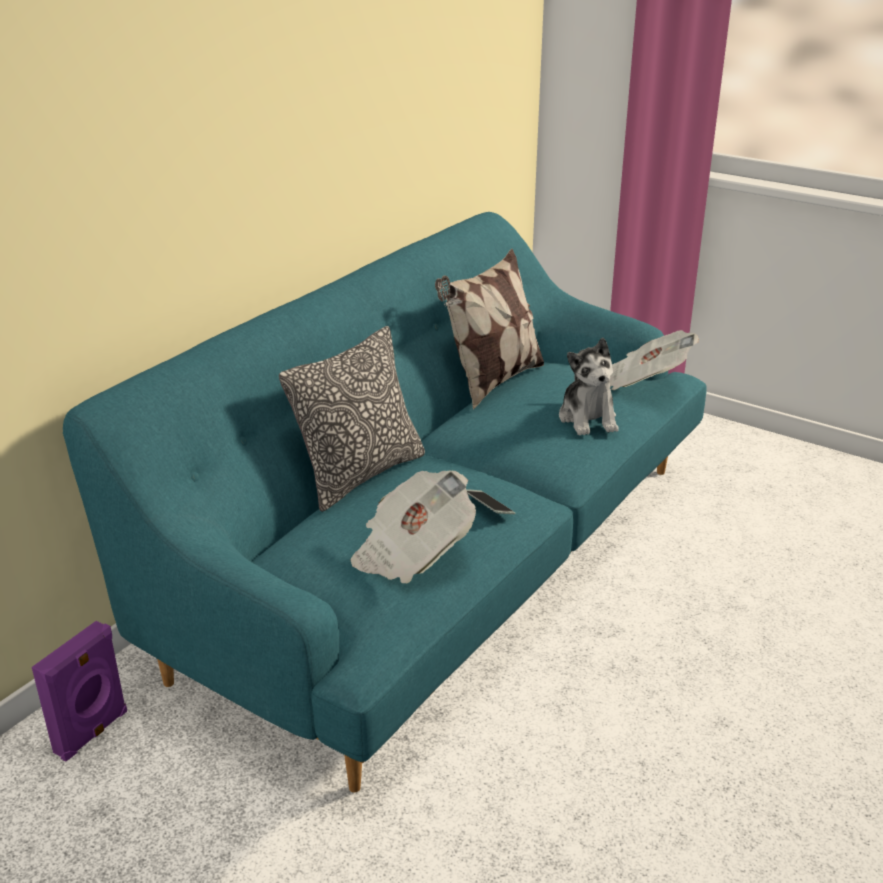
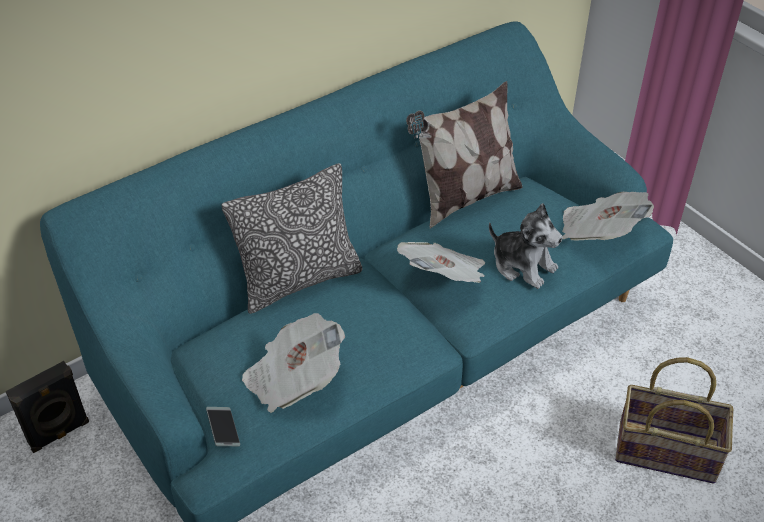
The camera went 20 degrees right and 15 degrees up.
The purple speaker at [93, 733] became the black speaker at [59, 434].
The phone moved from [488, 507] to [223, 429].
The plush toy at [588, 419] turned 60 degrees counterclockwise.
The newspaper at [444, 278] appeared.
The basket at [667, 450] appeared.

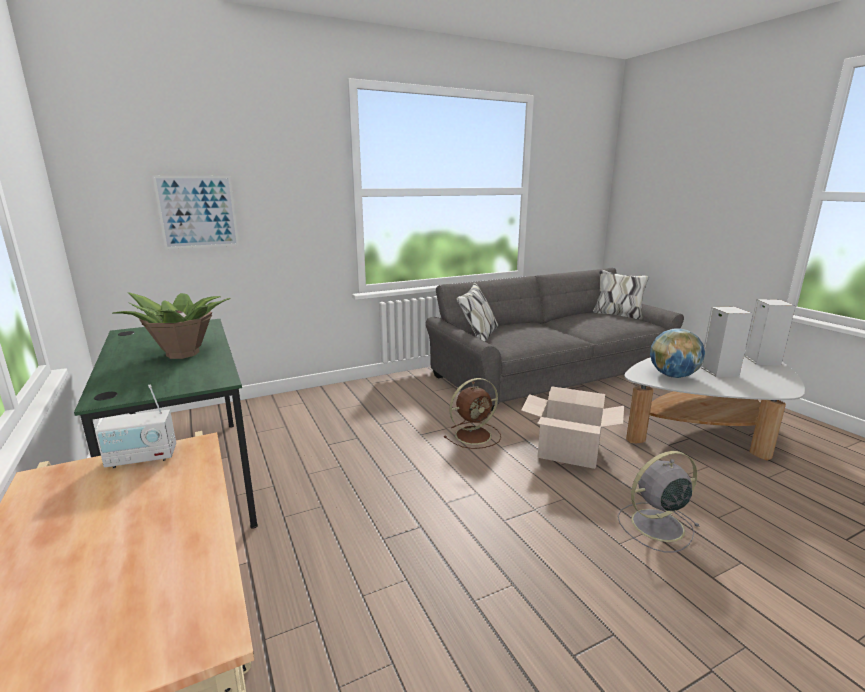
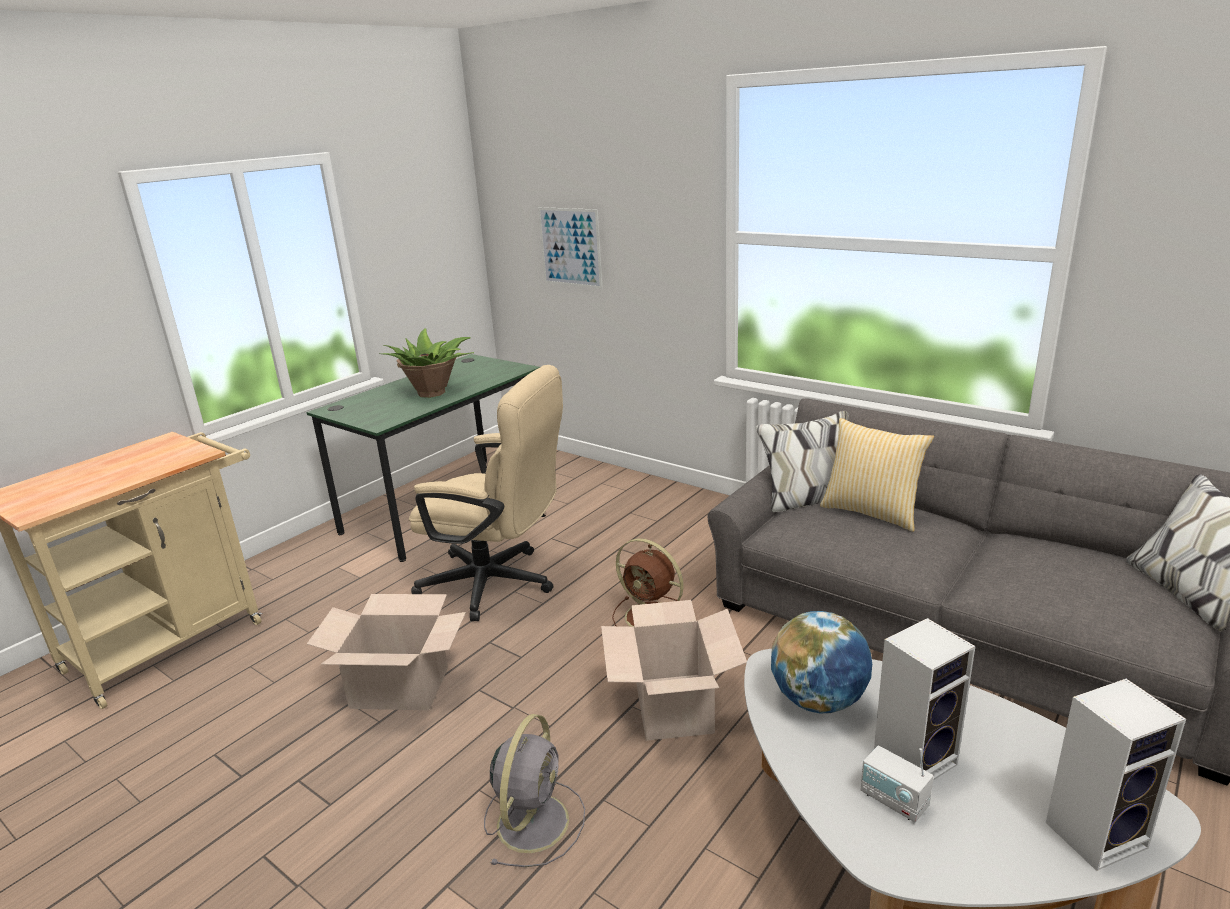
The camera went 65 degrees right and 5 degrees up.
The radio moved from [142, 458] to [894, 800].
The grey fan at [655, 525] turned 60 degrees clockwise.
The cardboard box at [399, 688] appeared.
The beige office chair at [498, 584] appeared.
The pillow at [872, 512] appeared.

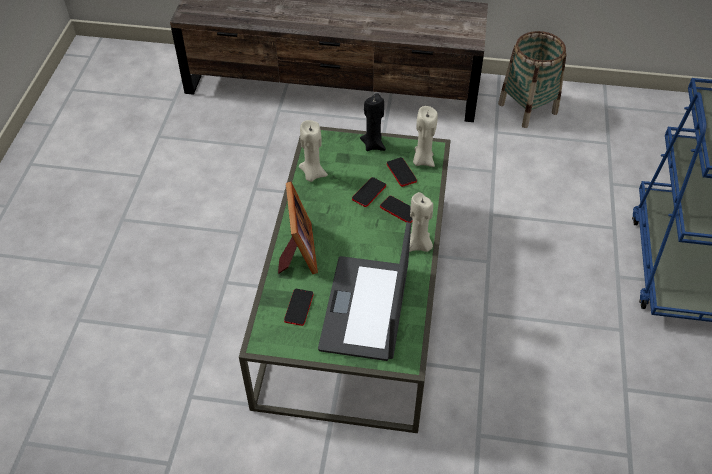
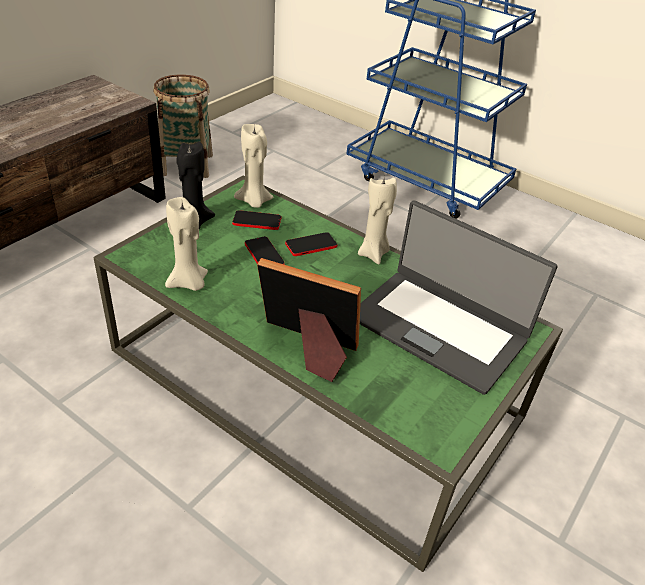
The camera went 65 degrees left and 10 degrees down.
The phone at [299, 307] disappeared.

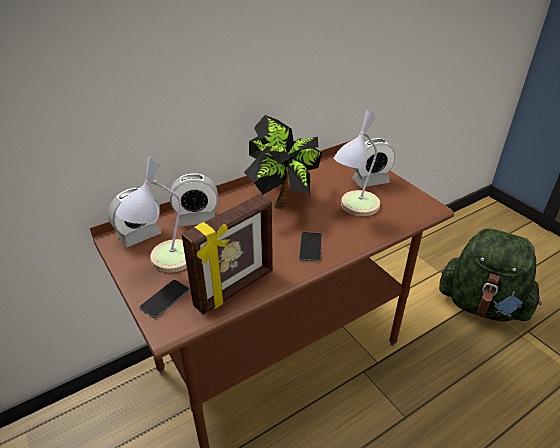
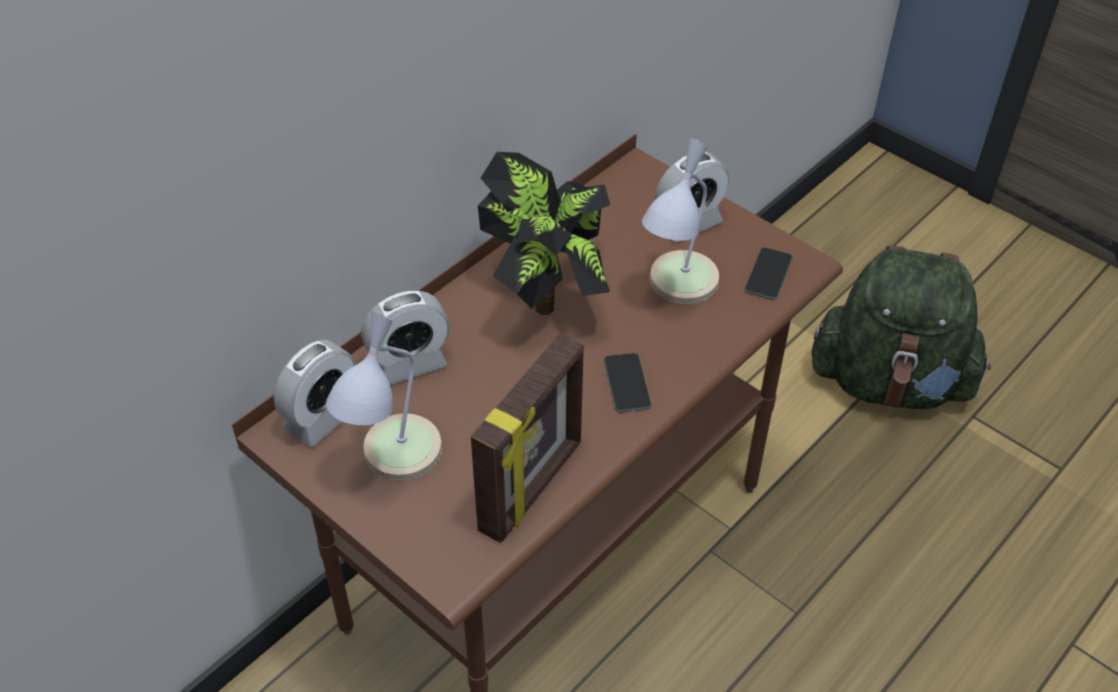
The camera went 15 degrees left and 10 degrees up.
The phone moved from [165, 299] to [768, 274].

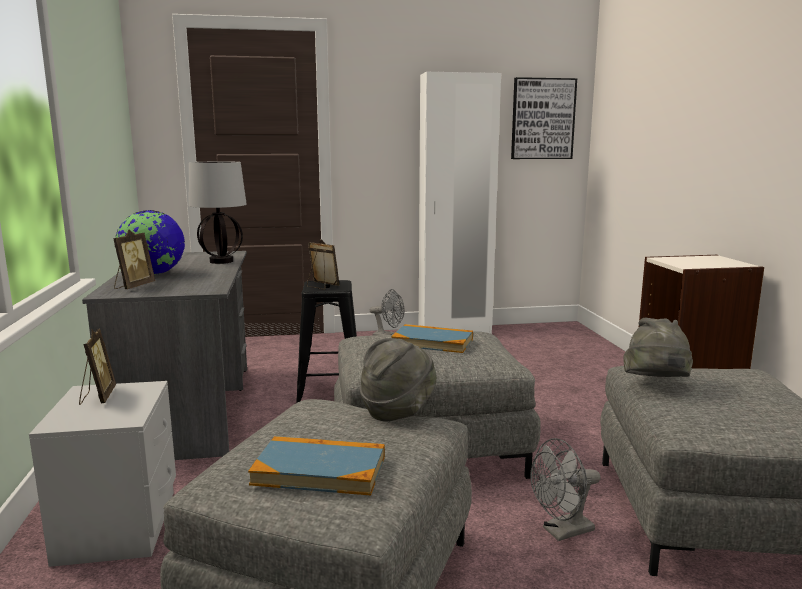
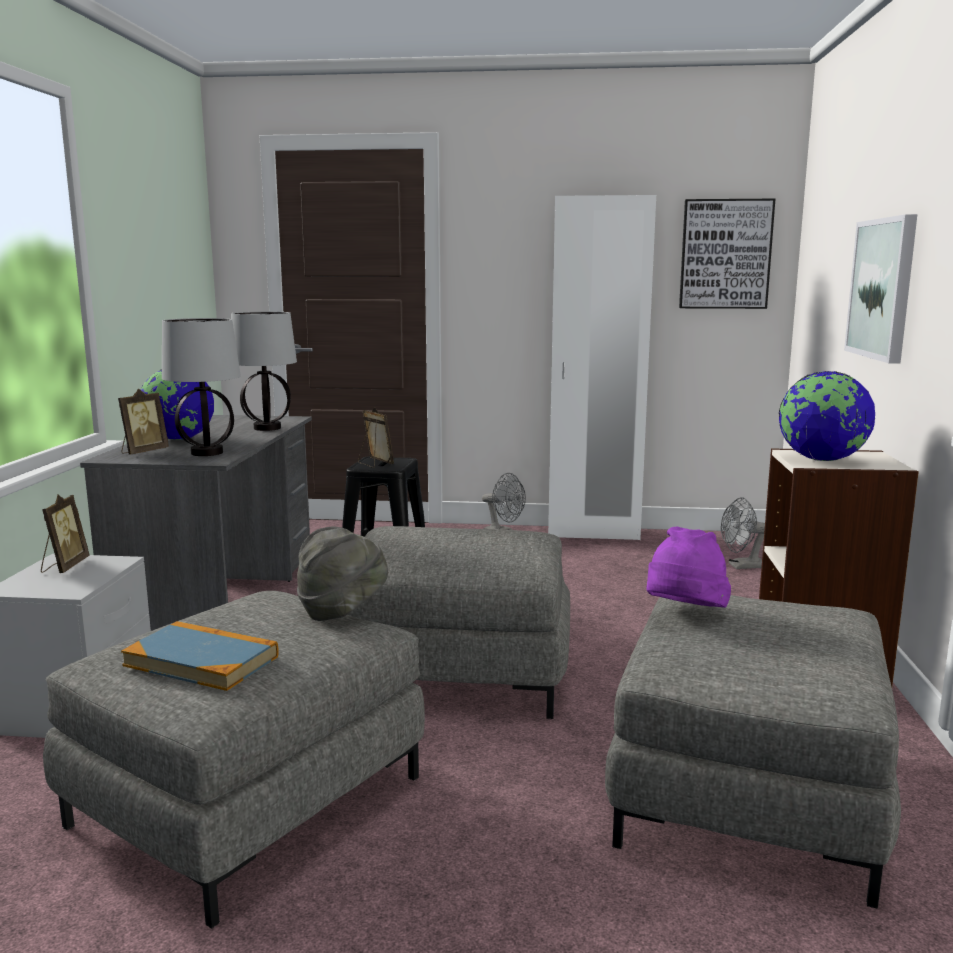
The camera went 15 degrees right and 0 degrees up.
The book at [432, 342] disappeared.
The grey fan moved from [562, 532] to [742, 566].
The grey hat at [656, 384] became the purple hat at [684, 614].
The table lamp at [207, 452] appeared.
The globe at [821, 460] appeared.
The picture at [882, 288] appeared.

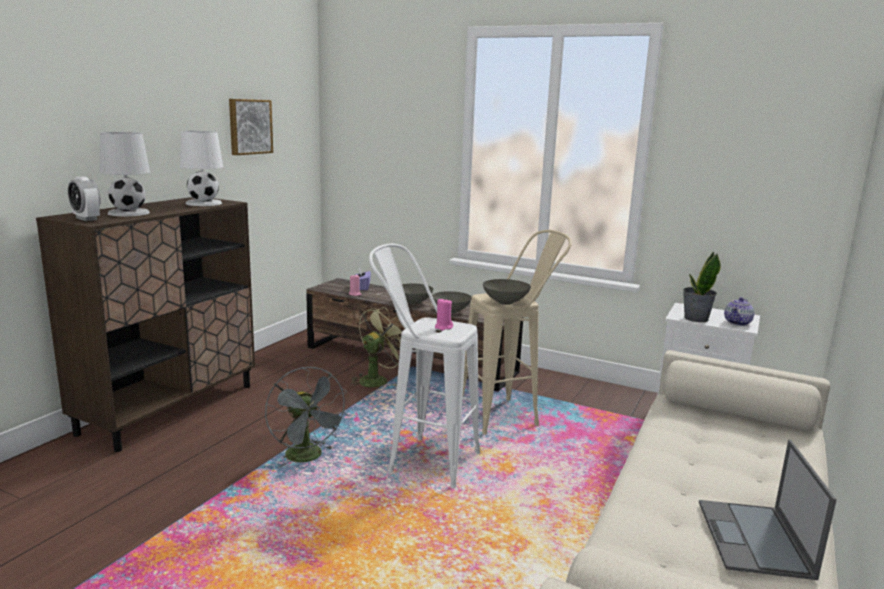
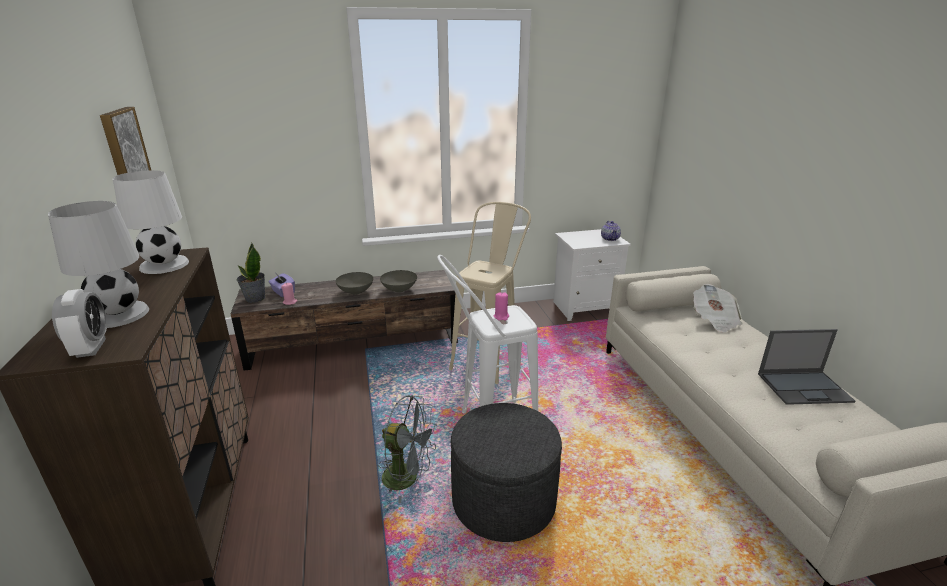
The camera went 40 degrees left and 10 degrees up.
The alarm clock at [86, 219] turned 105 degrees counterclockwise.
The green fan at [377, 380] disappeared.
The grey bowl at [506, 302] disappeared.
The potted plant moved from [695, 318] to [255, 298].
The laptop at [754, 539] turned 60 degrees counterclockwise.
The grey ottoman at [503, 500] appeared.
The newspaper at [714, 320] appeared.

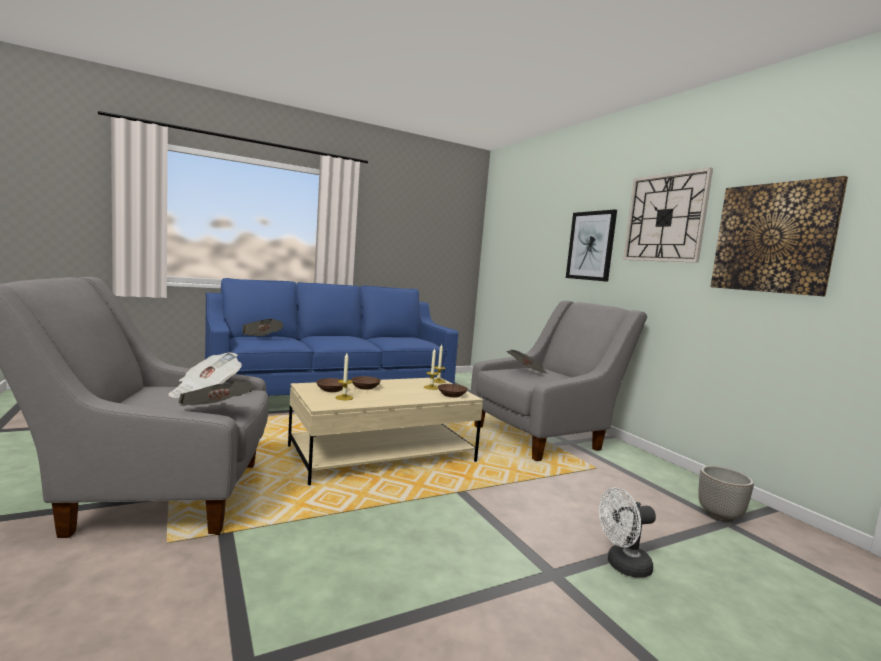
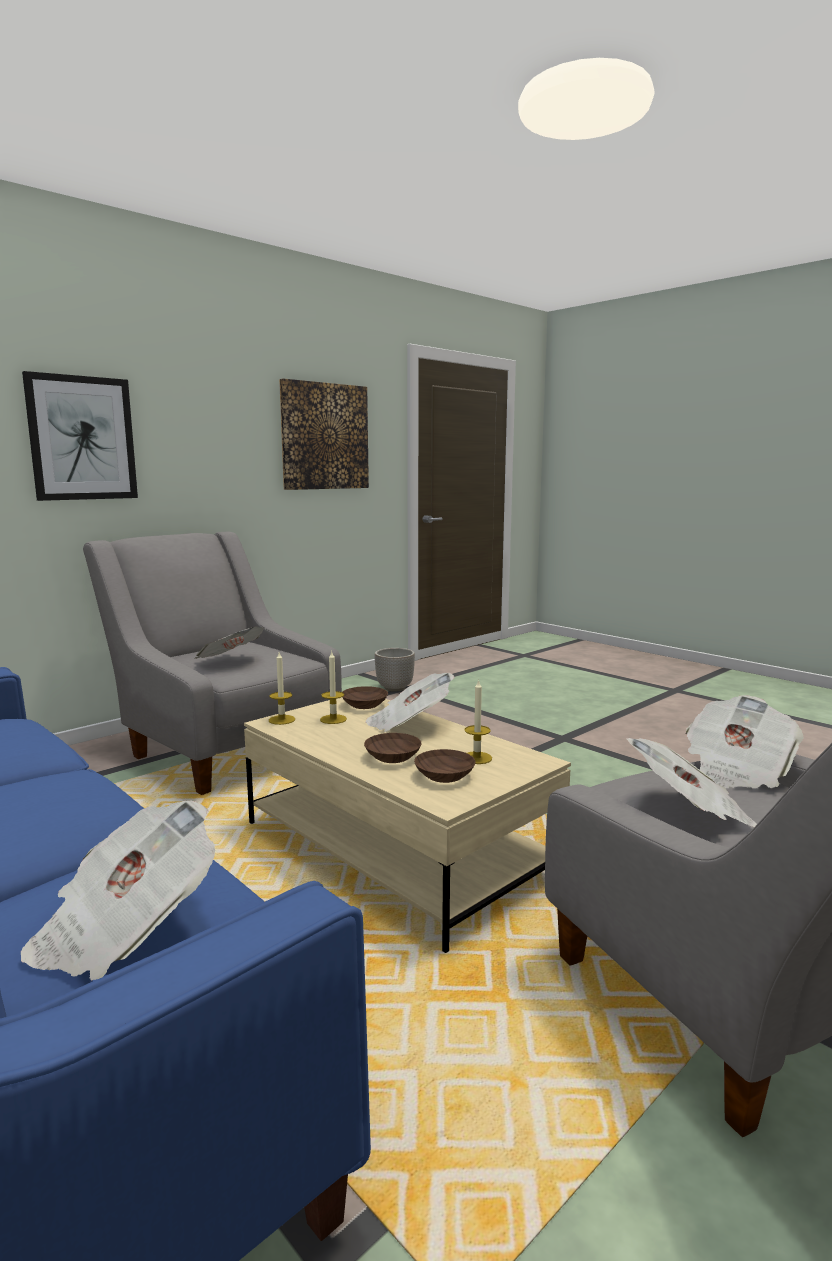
The camera went 105 degrees left and 5 degrees up.
The white fan at [623, 566] disappeared.
The wall clock at [665, 218] disappeared.
The newspaper at [409, 724] appeared.

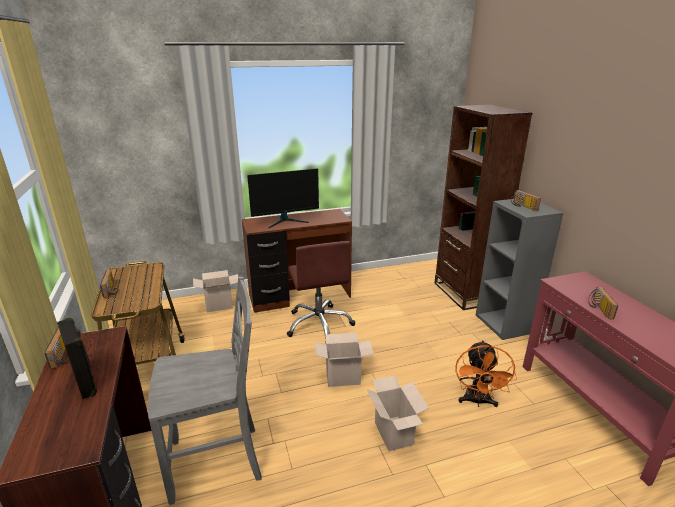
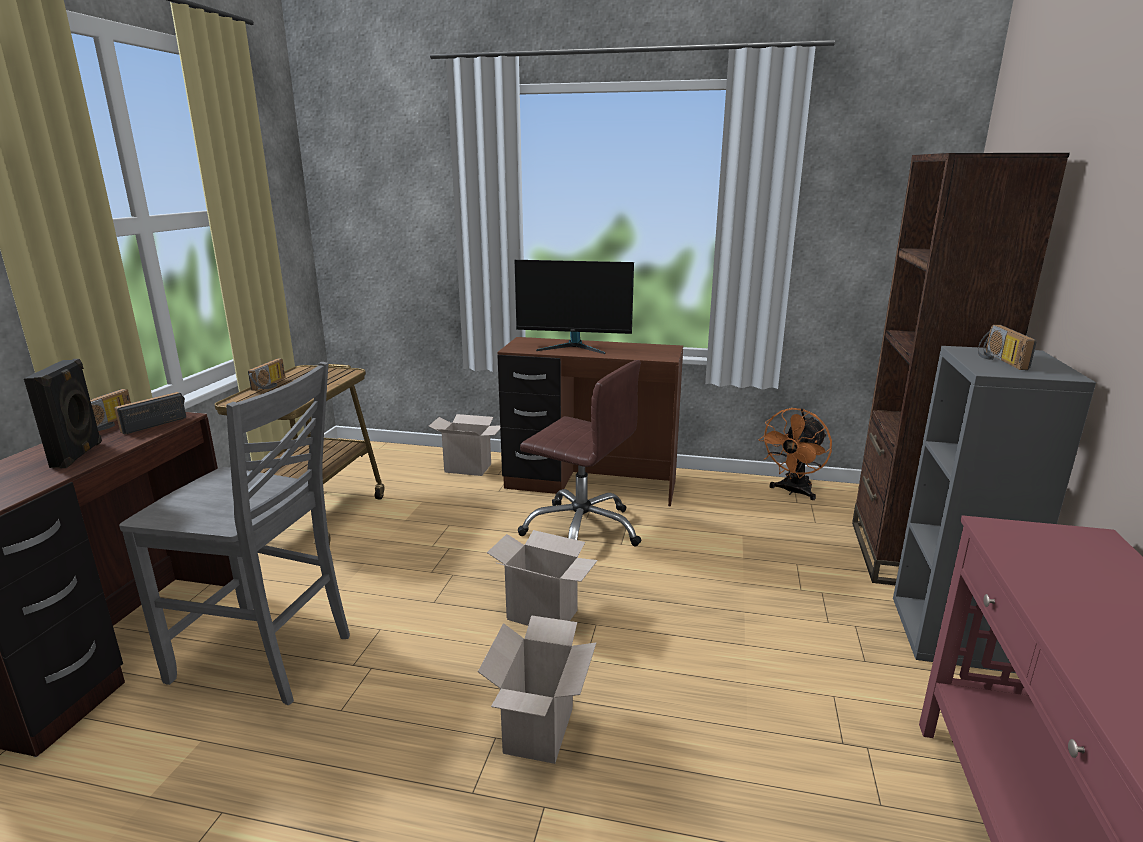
The camera went 30 degrees right and 5 degrees down.
The brown office chair at [319, 324] turned 75 degrees counterclockwise.
The orange fan moved from [477, 401] to [793, 492].
The radio moved from [598, 308] to [154, 423].

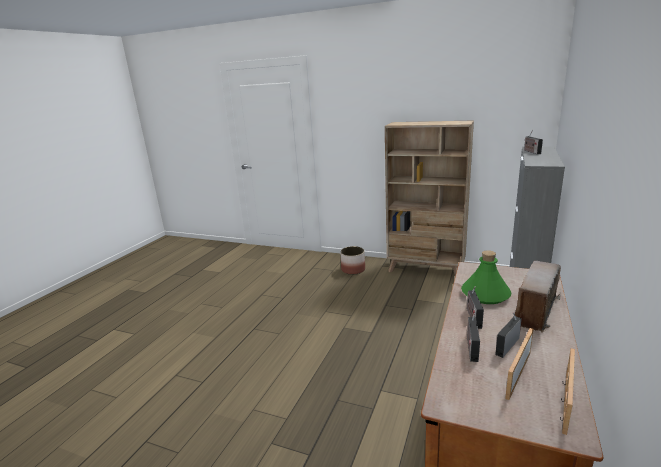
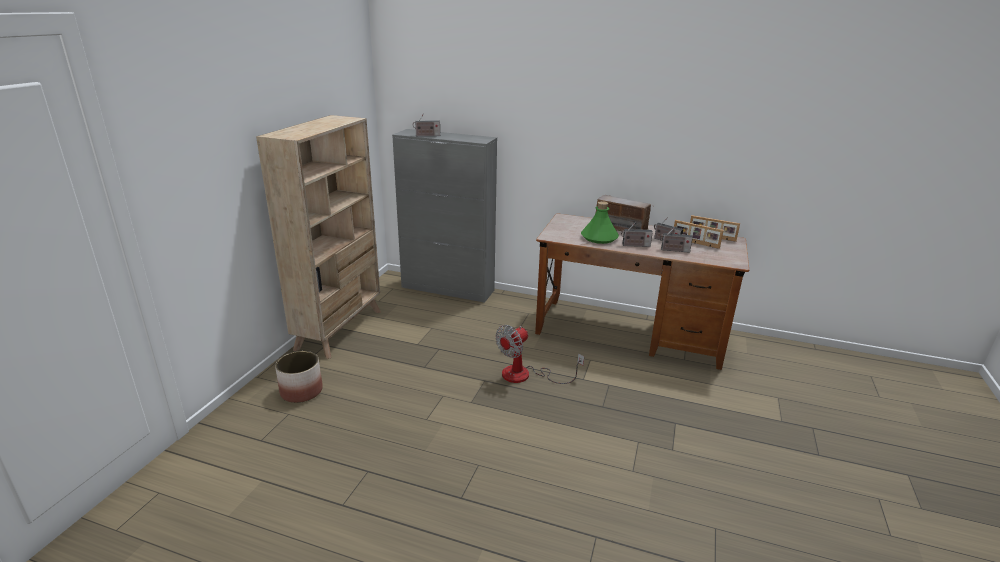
The camera went 95 degrees left and 5 degrees up.
The fan at [526, 375] appeared.

